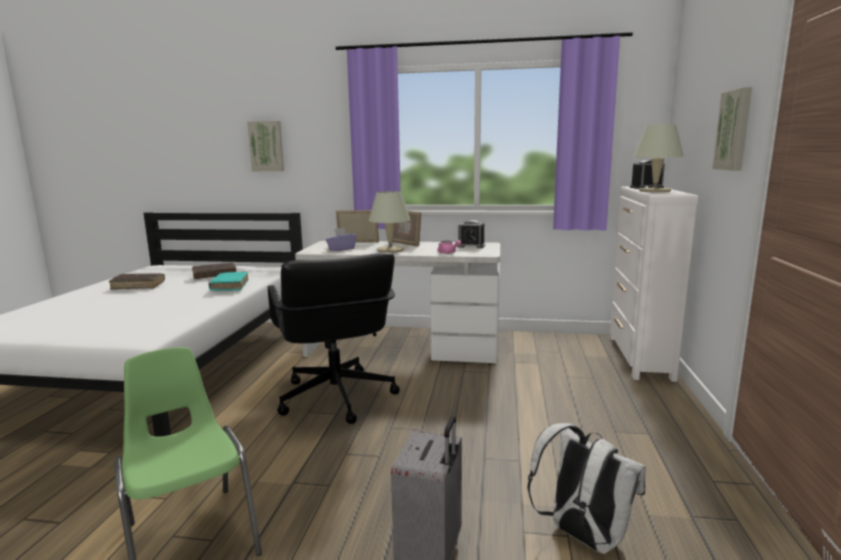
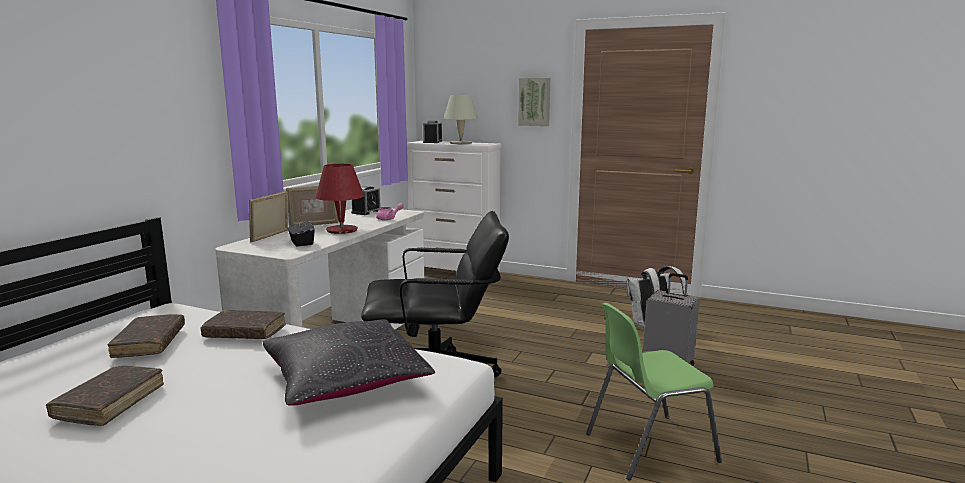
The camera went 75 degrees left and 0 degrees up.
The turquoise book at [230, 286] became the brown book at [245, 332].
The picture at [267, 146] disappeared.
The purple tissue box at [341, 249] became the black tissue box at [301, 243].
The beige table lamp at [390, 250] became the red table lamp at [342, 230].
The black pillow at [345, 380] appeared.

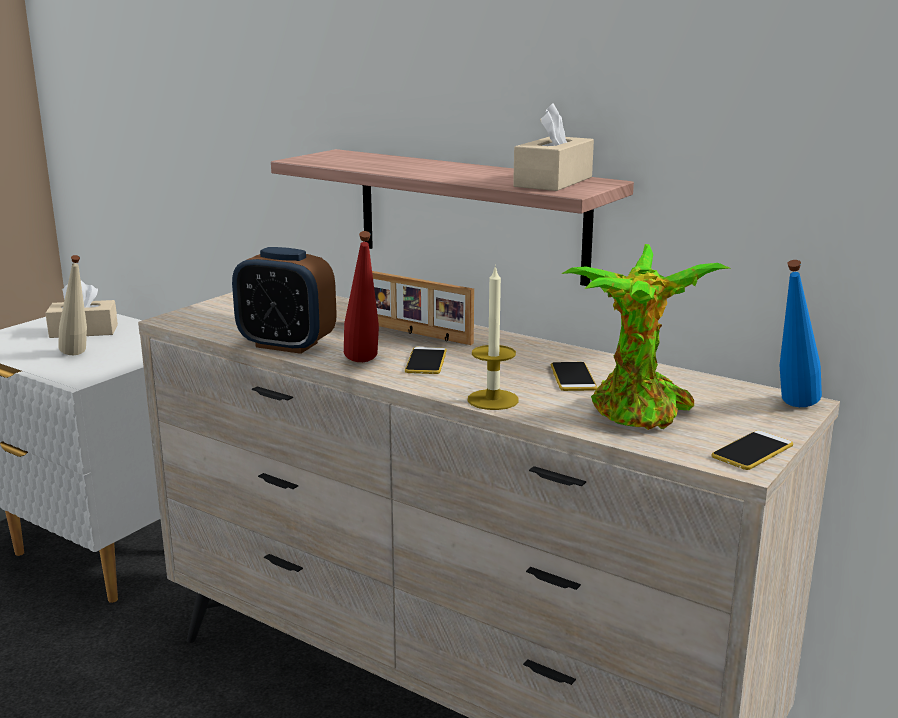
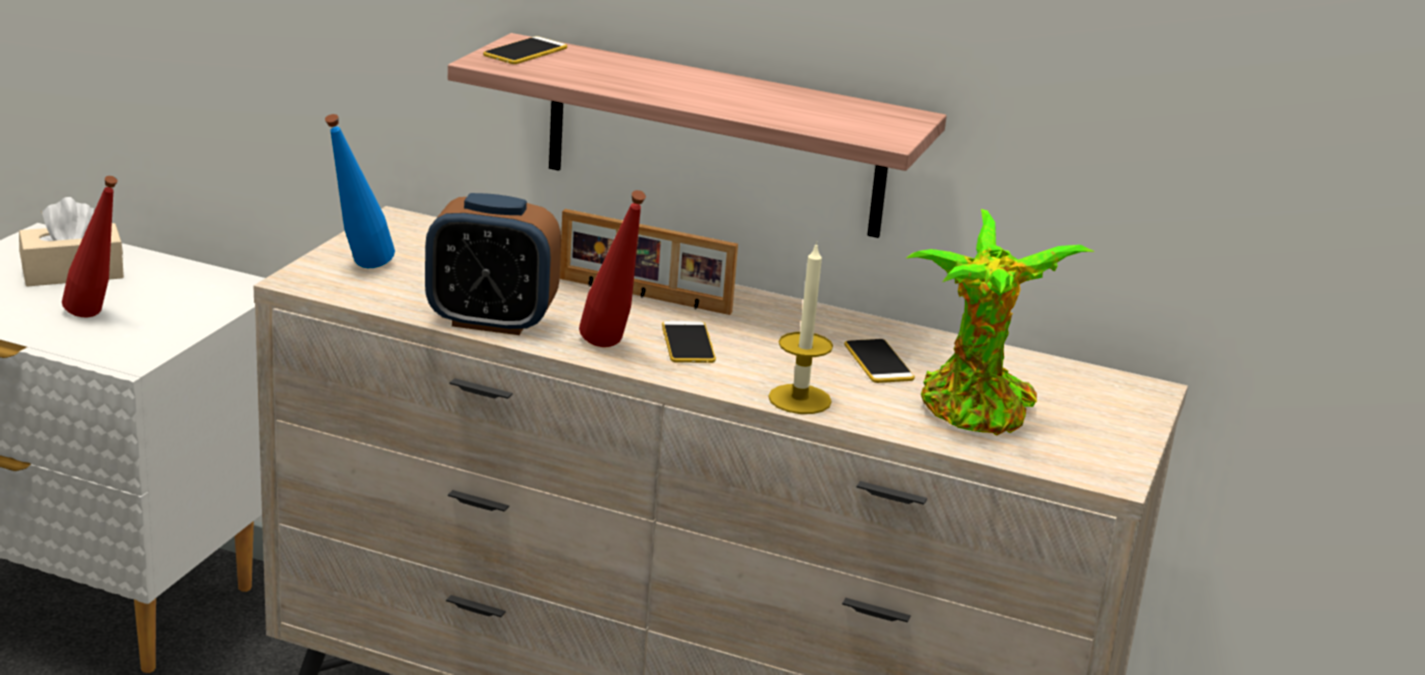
The camera went 15 degrees left and 5 degrees up.
The beige bottle at [79, 355] became the red bottle at [97, 317].
The beige tissue box at [553, 182] disappeared.
The phone moved from [752, 451] to [525, 52].
The blue bottle moved from [790, 408] to [358, 269].

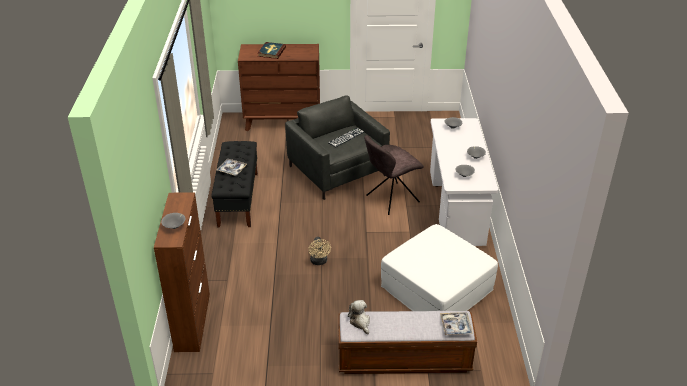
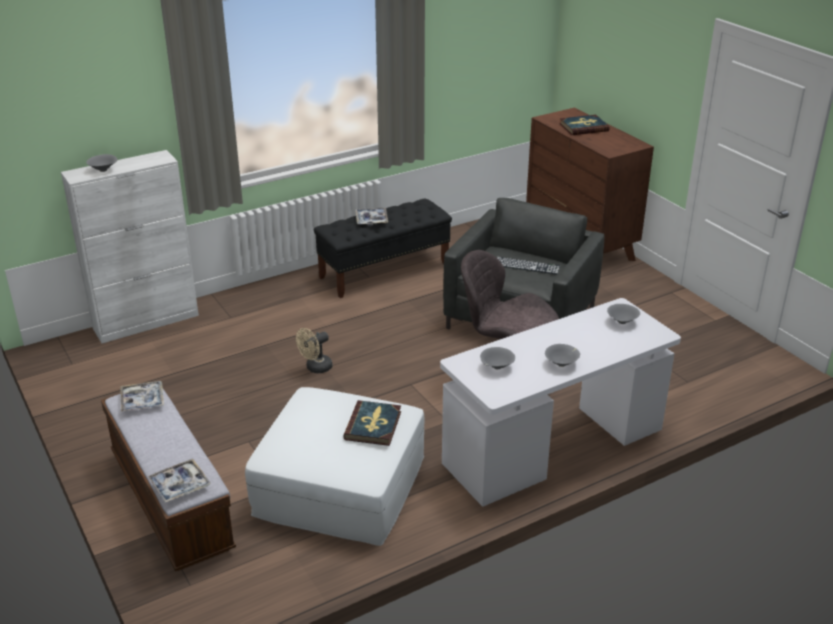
The camera went 60 degrees right and 5 degrees down.
The brown cabinet at [192, 321] became the white cabinet at [147, 322].
The plush toy at [360, 322] was replaced by the tray at [142, 401].
The book at [373, 425] appeared.

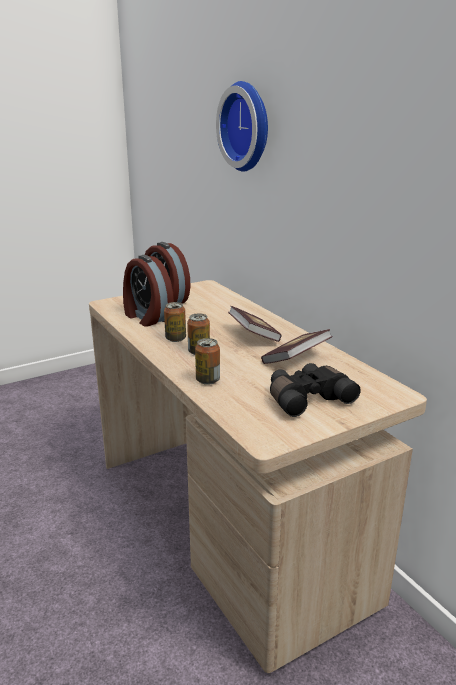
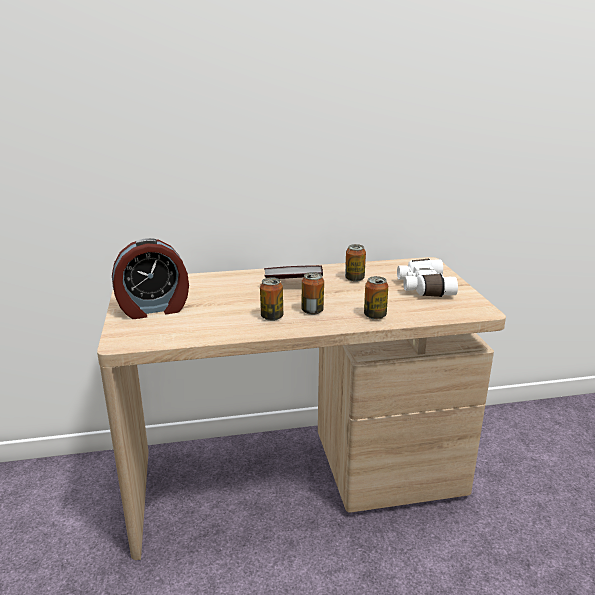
The camera went 70 degrees left and 0 degrees up.
The alarm clock at [146, 317] disappeared.
The wall clock at [248, 127] disappeared.
The book at [296, 359] was replaced by the can at [354, 279].
The black binoculars at [307, 398] became the white binoculars at [423, 287].

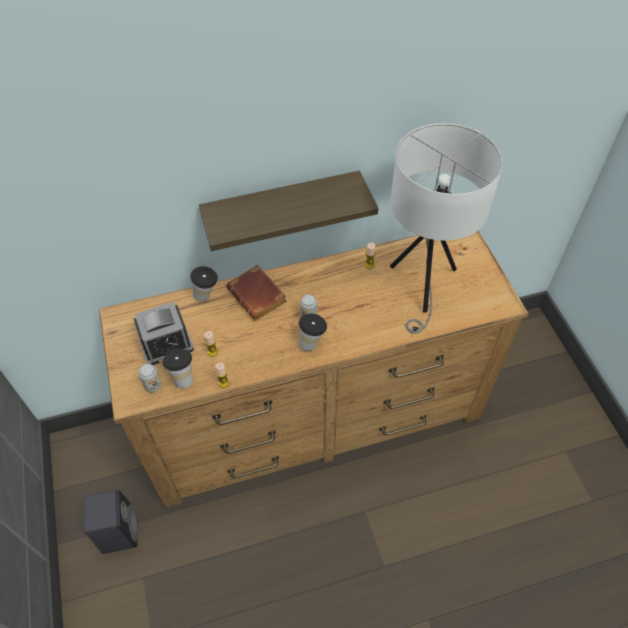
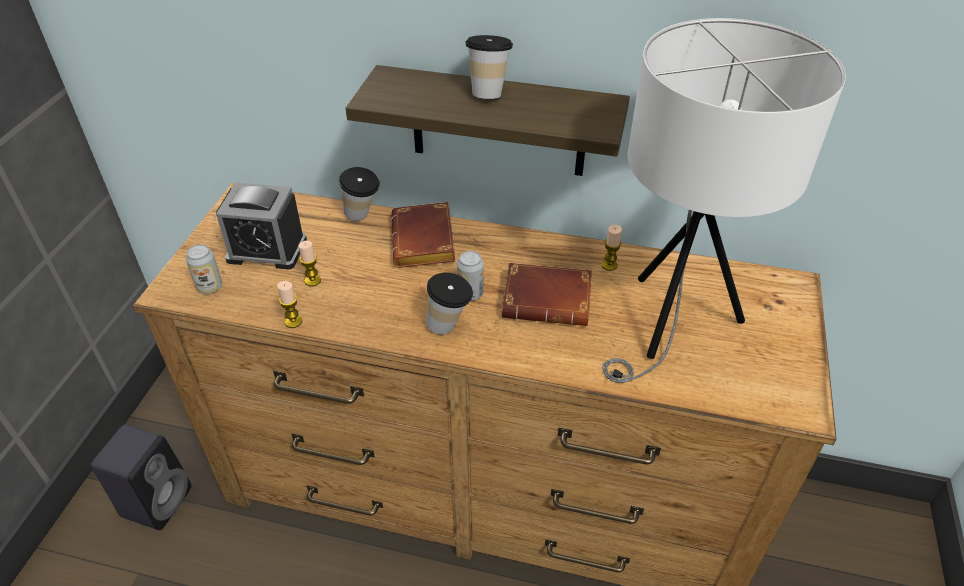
The camera went 30 degrees right and 10 degrees down.
The cup moved from [183, 377] to [488, 92].
The brown book at [549, 300] appeared.

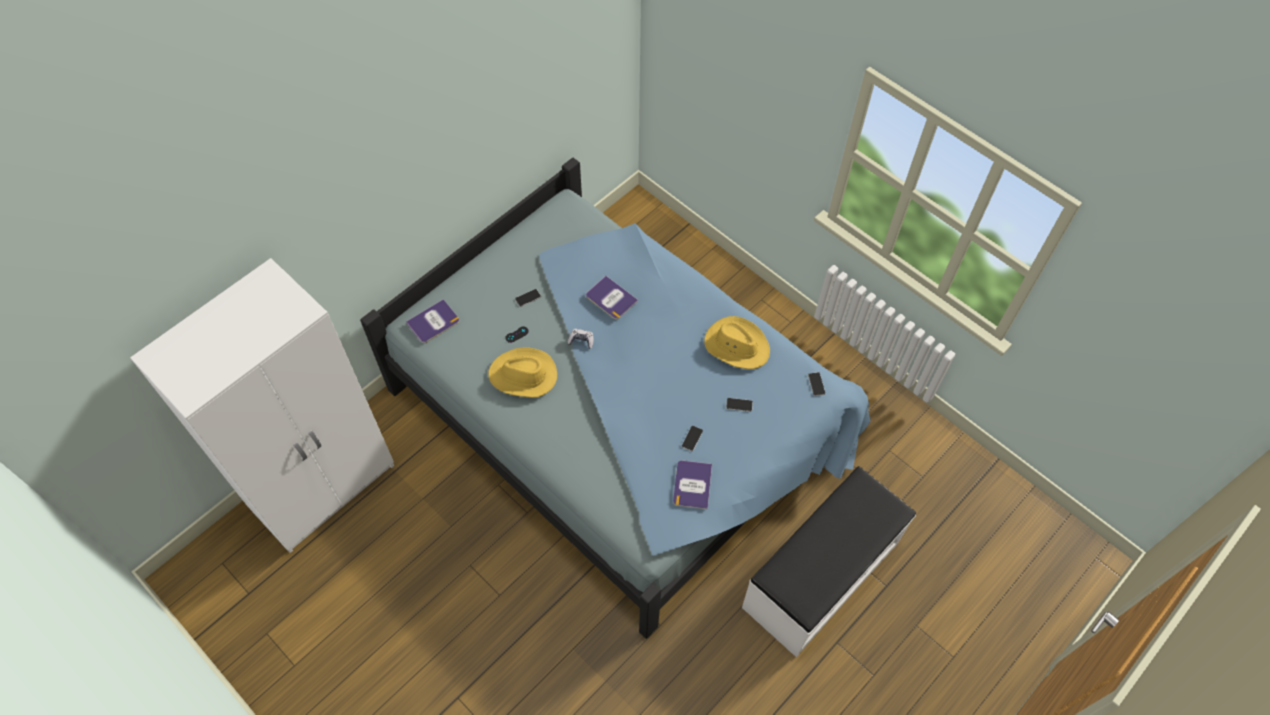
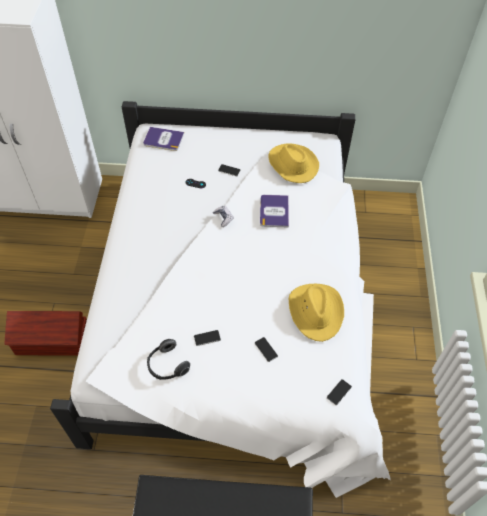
The camera went 50 degrees right and 5 degrees down.
The blue bed at [625, 416] became the white bed at [236, 310].
The yellow hat moved from [523, 376] to [292, 165].
The book at [692, 485] was replaced by the headphones at [167, 366].
The brown storage box at [53, 342] appeared.

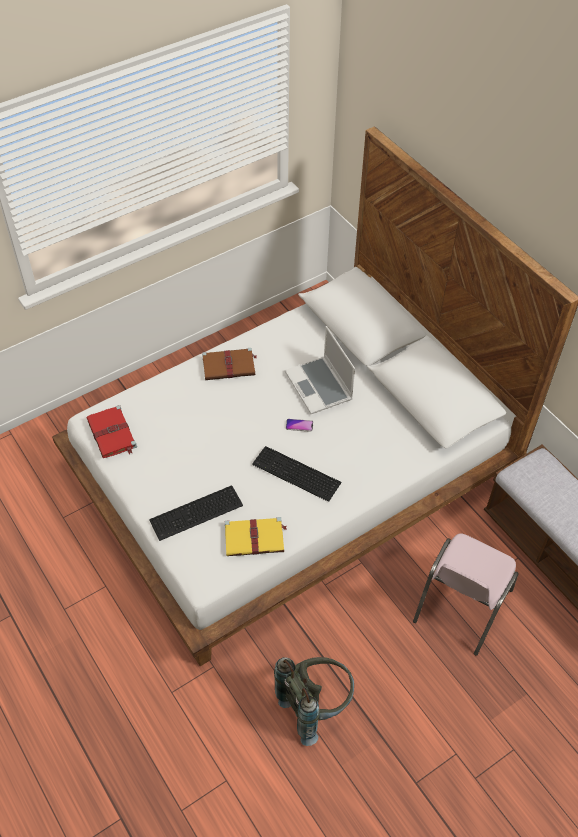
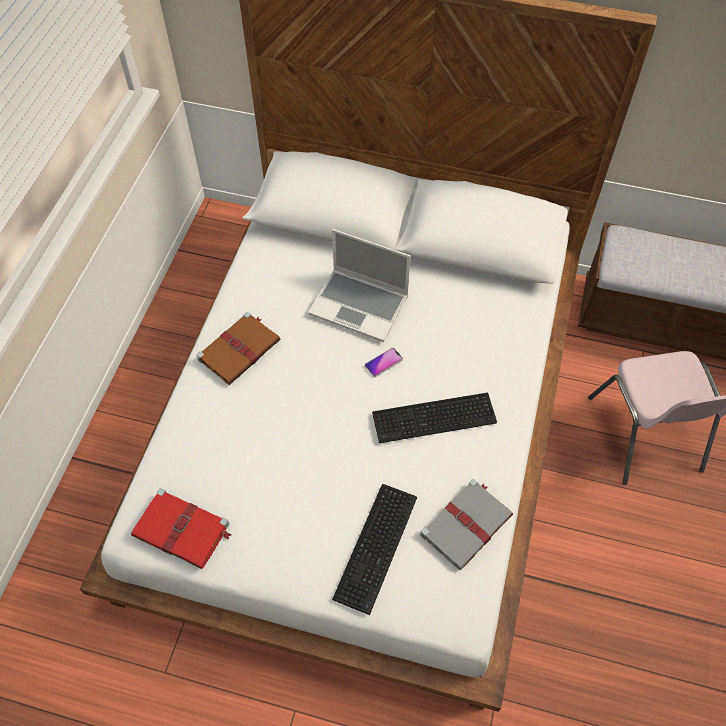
The camera went 40 degrees left and 5 degrees up.
The yellow book at [255, 538] became the grey book at [467, 524].
The grey backpack at [315, 705] disappeared.

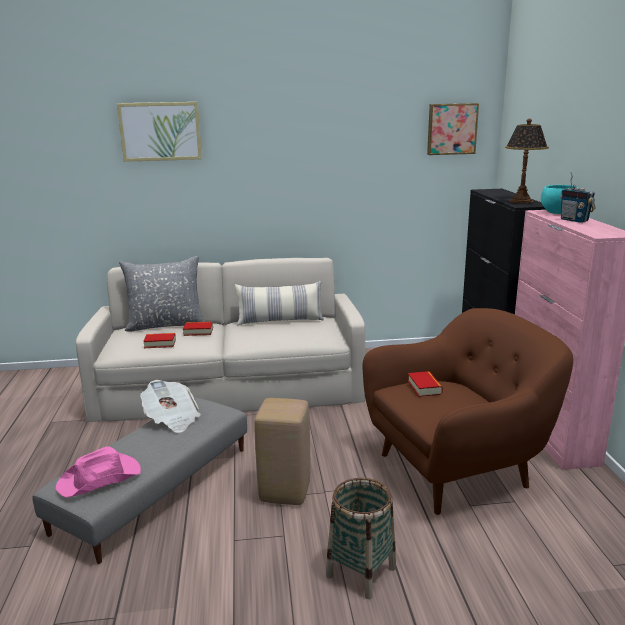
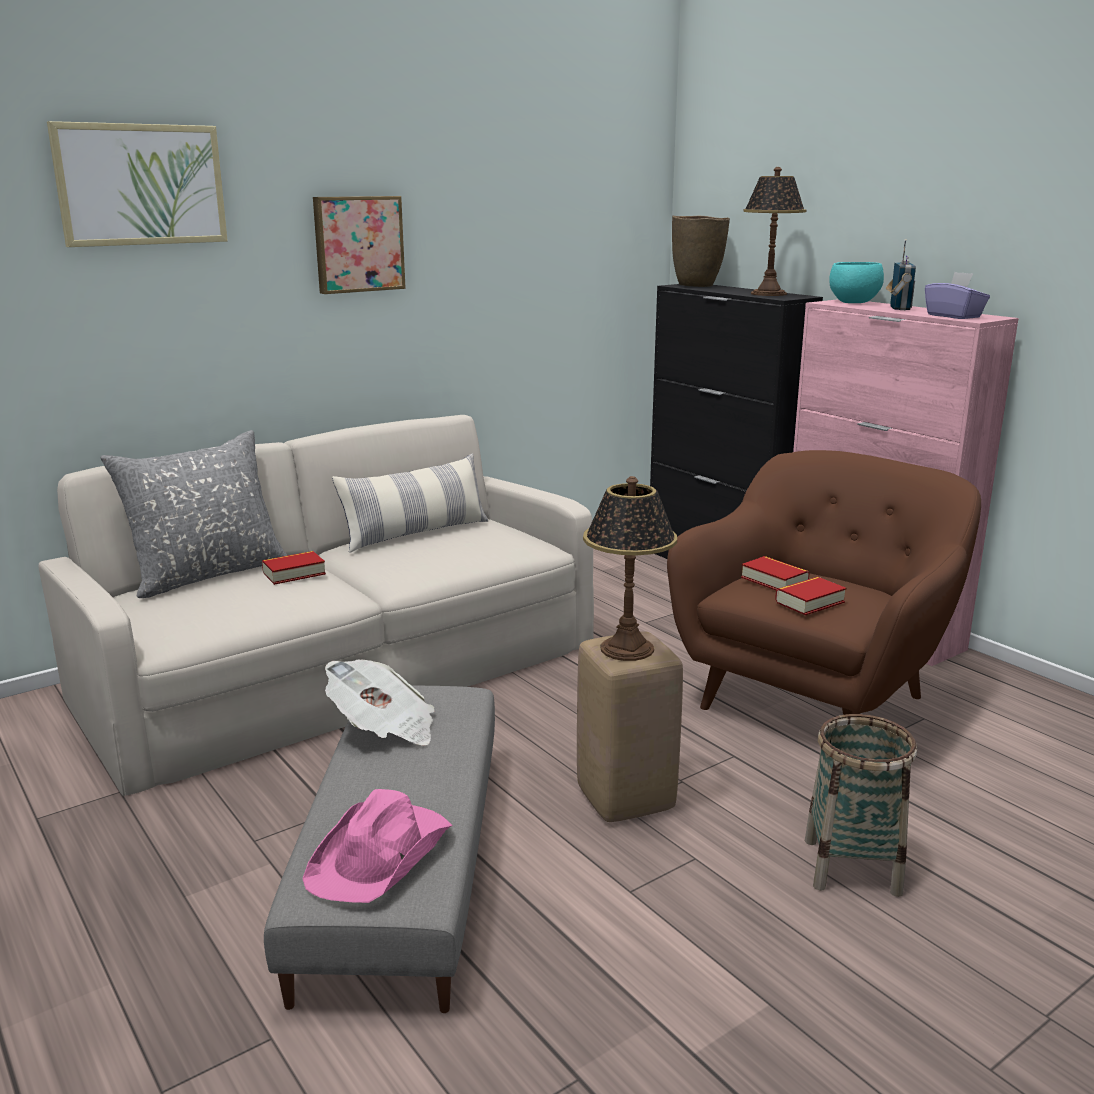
The camera went 30 degrees left and 0 degrees up.
The book moved from [160, 343] to [810, 602].
The picture moved from [451, 129] to [358, 244].
The radio at [574, 220] turned 105 degrees counterclockwise.
The table lamp at [627, 649] appeared.
The brown vase at [697, 285] appeared.
The purple tissue box at [954, 316] appeared.

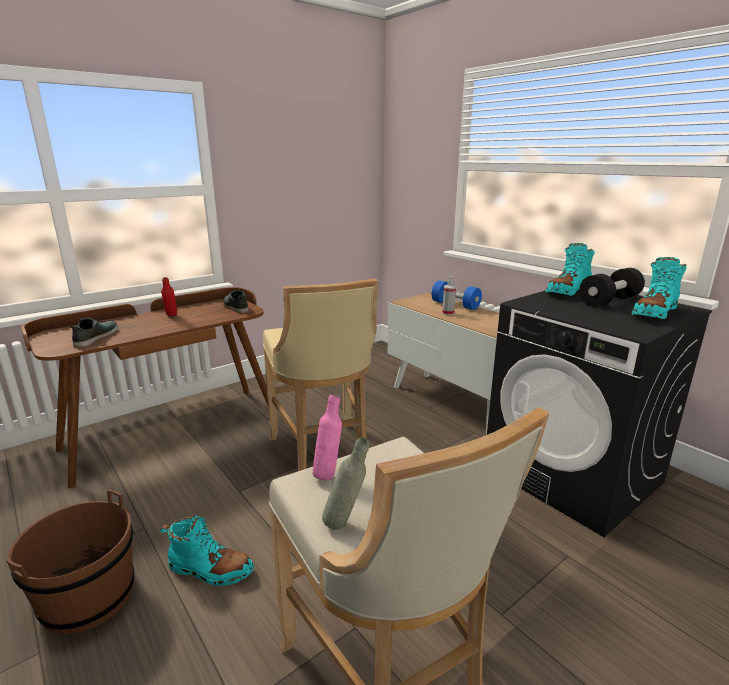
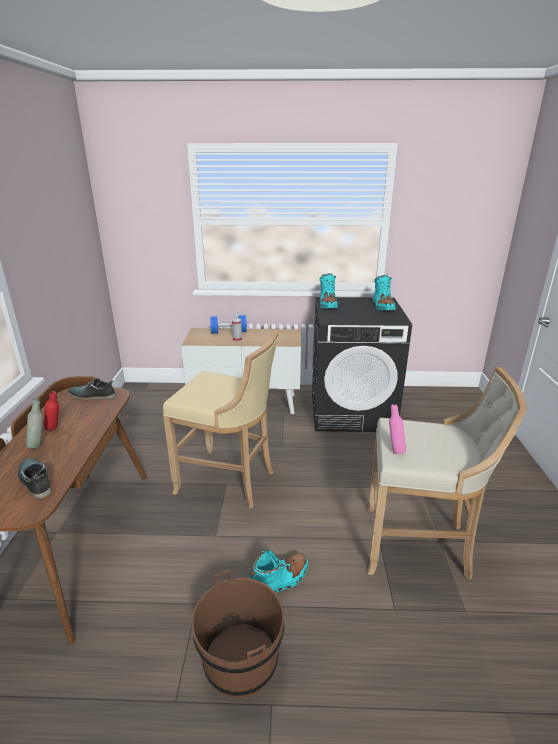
The camera went 50 degrees left and 5 degrees up.
The grey bottle moved from [346, 522] to [39, 444].
The black dumbbell at [609, 301] disappeared.

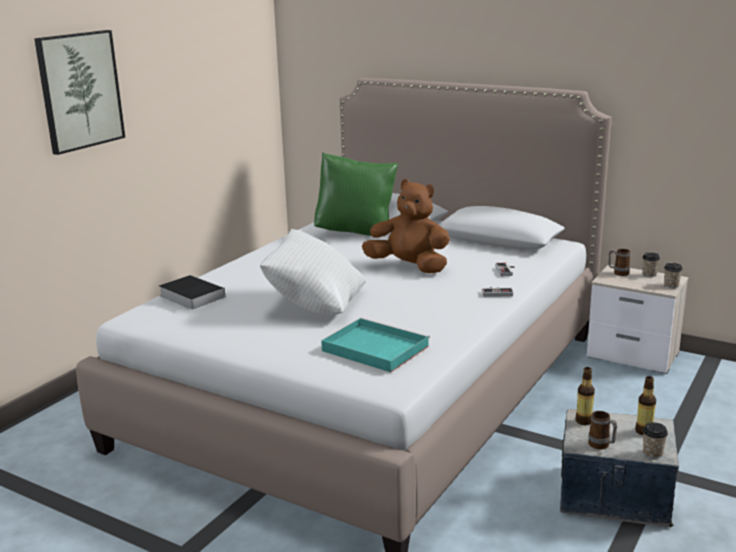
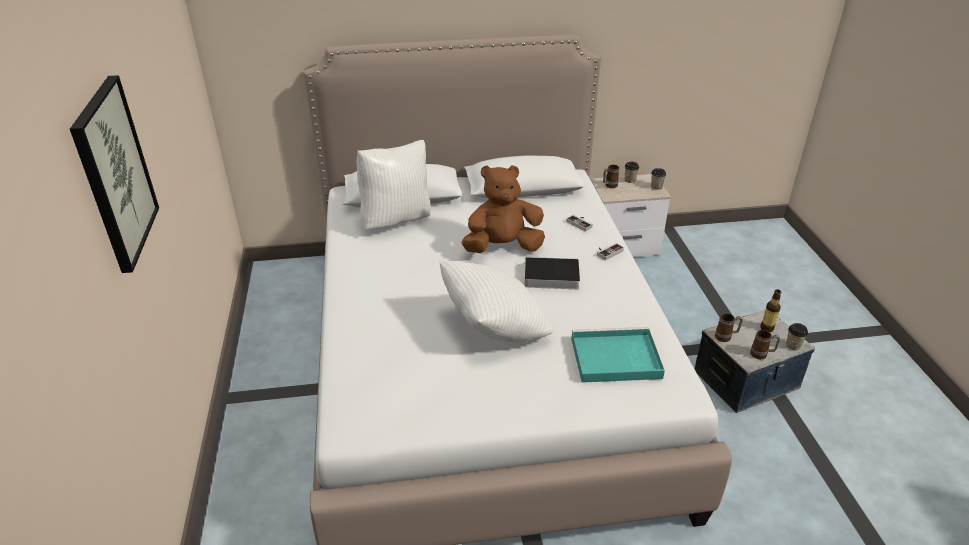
The camera went 40 degrees left and 15 degrees up.
The book moved from [190, 296] to [549, 277].
The green pillow at [356, 233] became the white pillow at [396, 220].
The bottle at [583, 421] was replaced by the mug at [726, 337].

